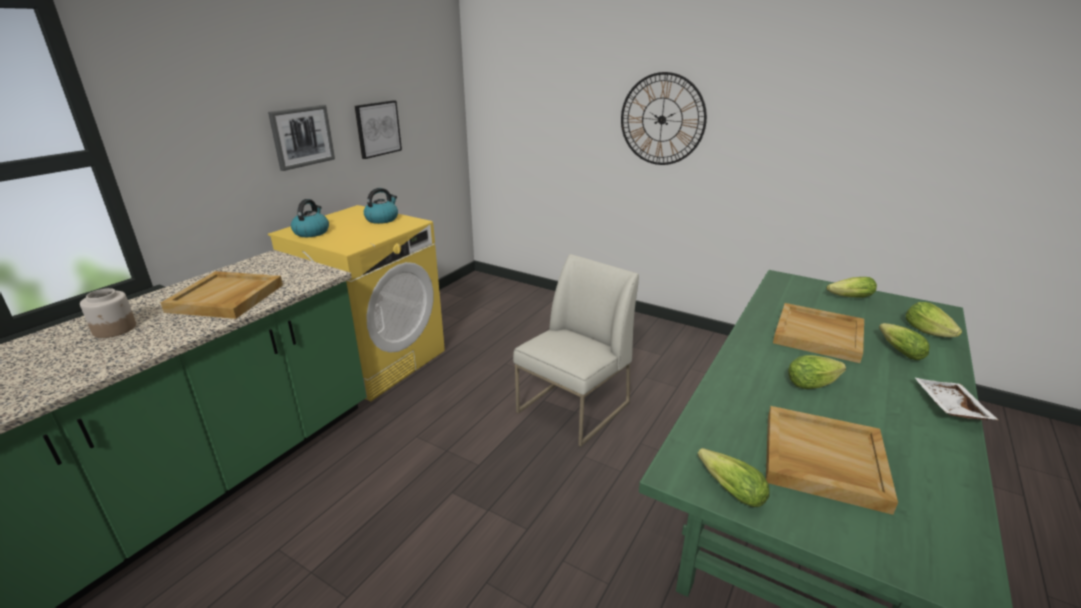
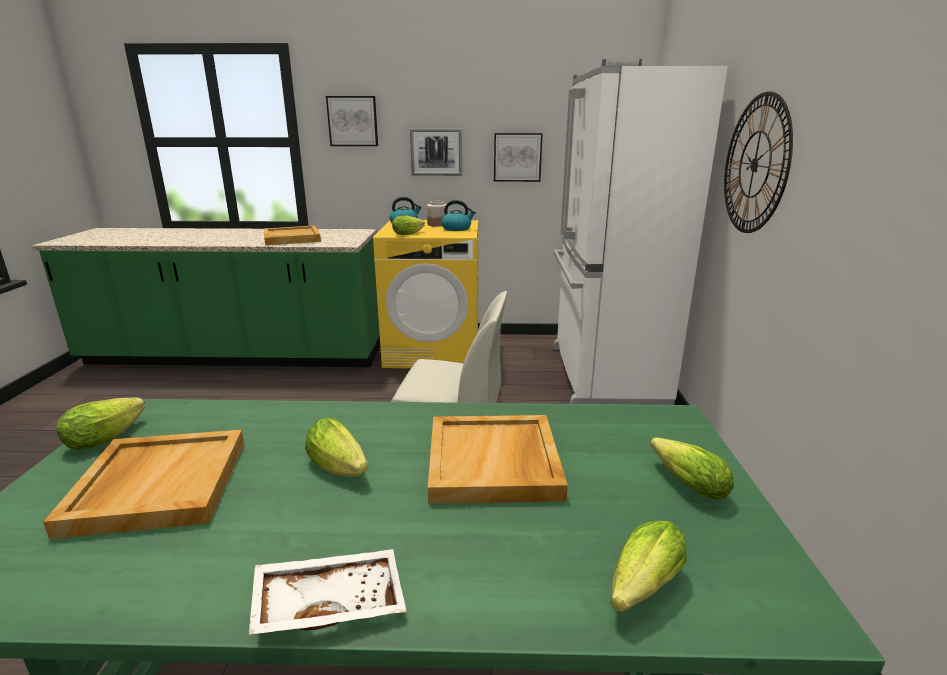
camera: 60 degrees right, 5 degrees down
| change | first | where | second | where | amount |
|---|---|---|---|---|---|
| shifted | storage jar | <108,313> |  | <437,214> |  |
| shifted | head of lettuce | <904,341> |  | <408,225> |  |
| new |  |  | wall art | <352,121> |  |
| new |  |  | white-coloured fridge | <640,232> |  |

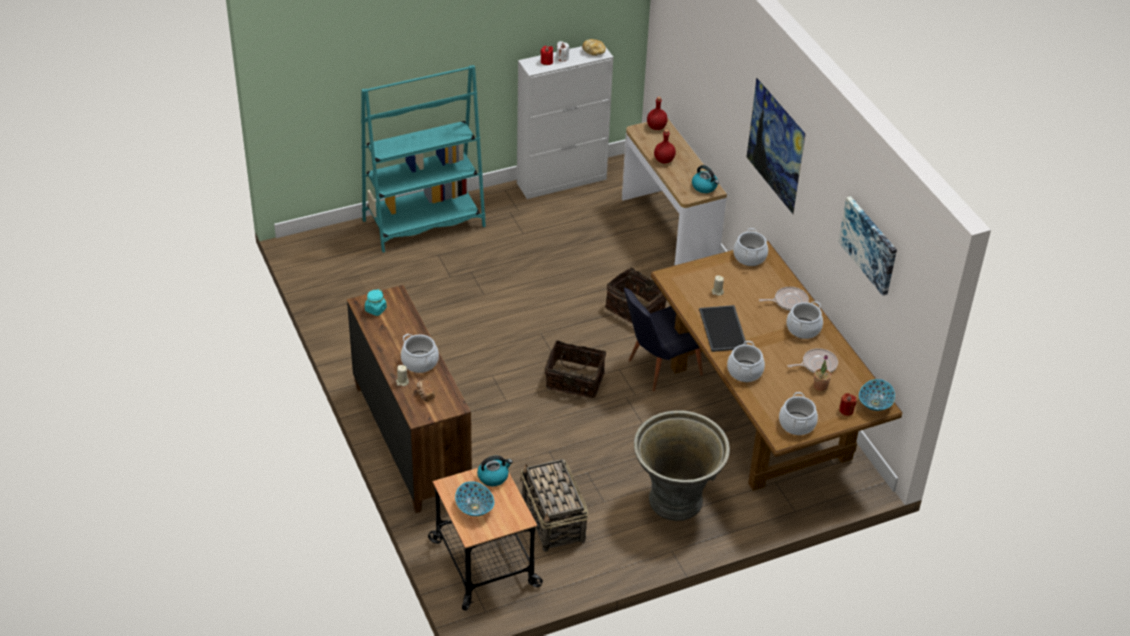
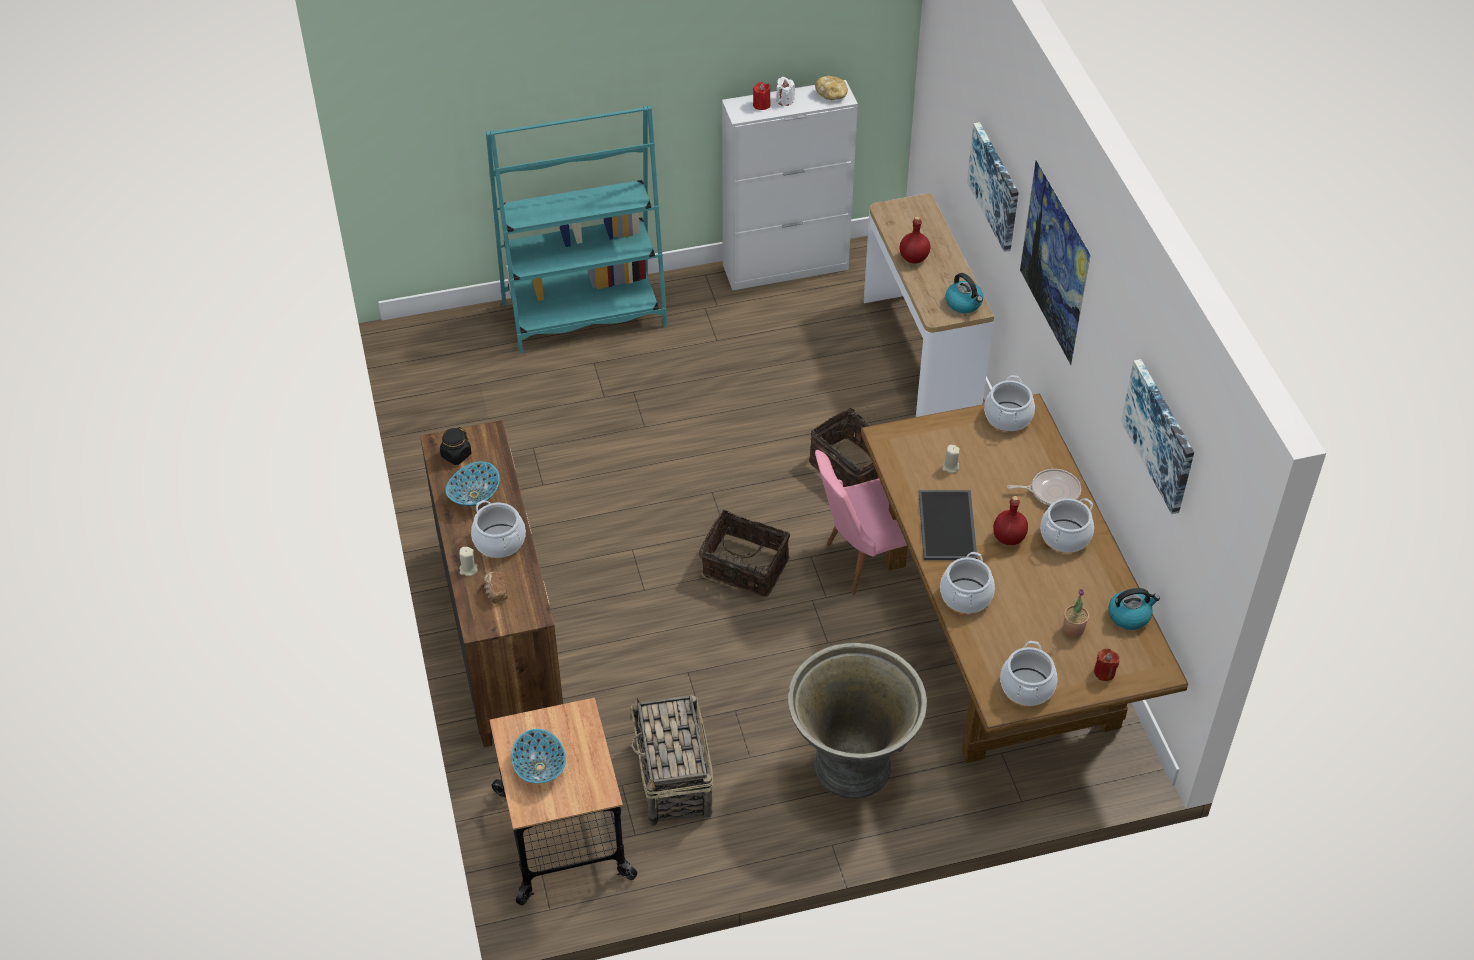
camera: 10 degrees right, 5 degrees up
| change | first | where | second | where | amount |
|---|---|---|---|---|---|
| repainted | turquoise-coloured storage jar | <376,302> | blackish storage jar | <455,446> |  |
| shifted | water kettle | <495,471> |  | <1134,609> |  |
| repainted | blackish chair | <663,339> | pink chair | <861,522> |  |
| shifted | reddish drink bottle | <657,113> |  | <1010,520> |  |
| gone | skillet | <813,360> |  |  |  |
| shifted | bowl | <877,395> |  | <472,483> |  |
| new |  |  | wall art | <993,187> |  |

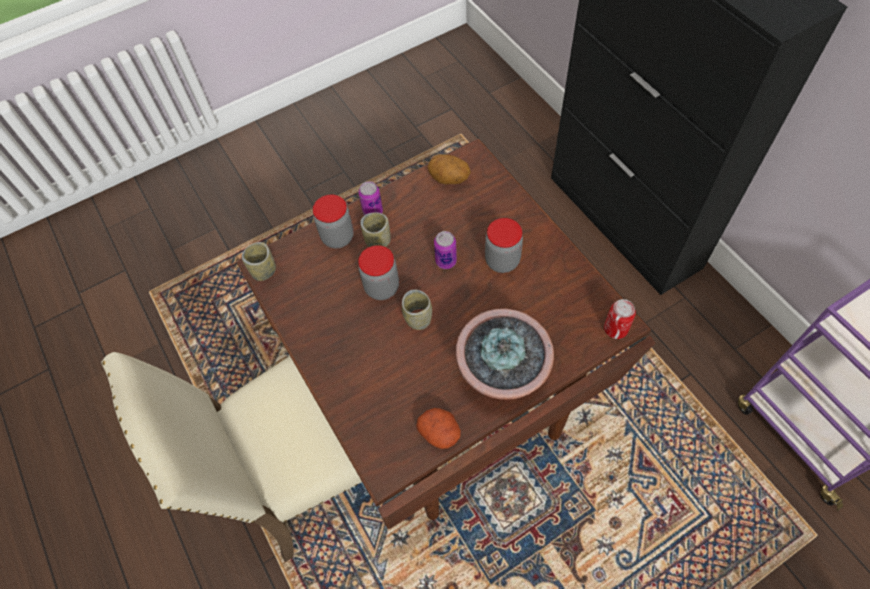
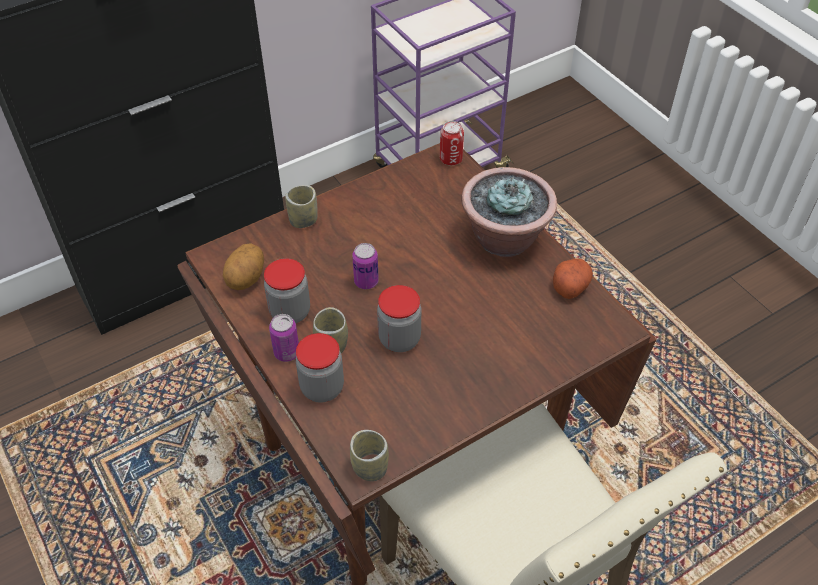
camera: 95 degrees left, 10 degrees down
| change | first | where | second | where | amount |
|---|---|---|---|---|---|
| shifted | cup | <417,310> |  | <301,206> |  |
| shifted | storage jar | <504,245> |  | <287,290> |  |

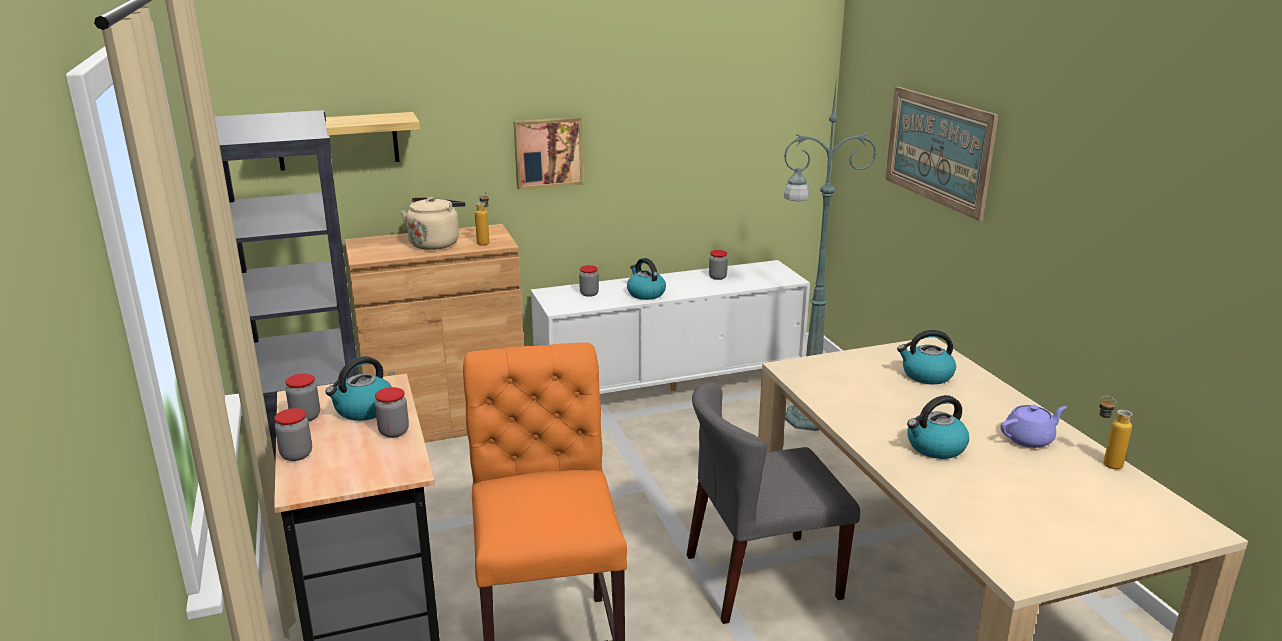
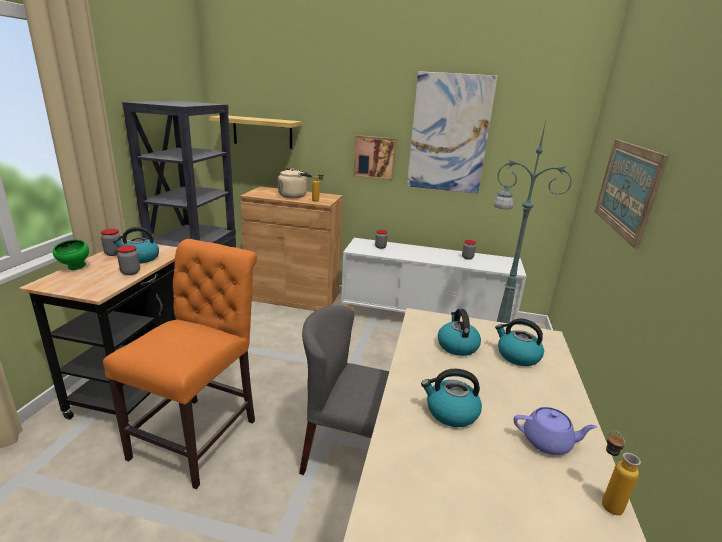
camera: 30 degrees right, 0 degrees up
| change | first | where | second | where | amount |
|---|---|---|---|---|---|
| swapped | storage jar | <293,434> | green-coloured bowl | <71,255> |  |
| shifted | water kettle | <646,279> |  | <459,332> |  |
| new |  |  | wall art | <452,132> |  |

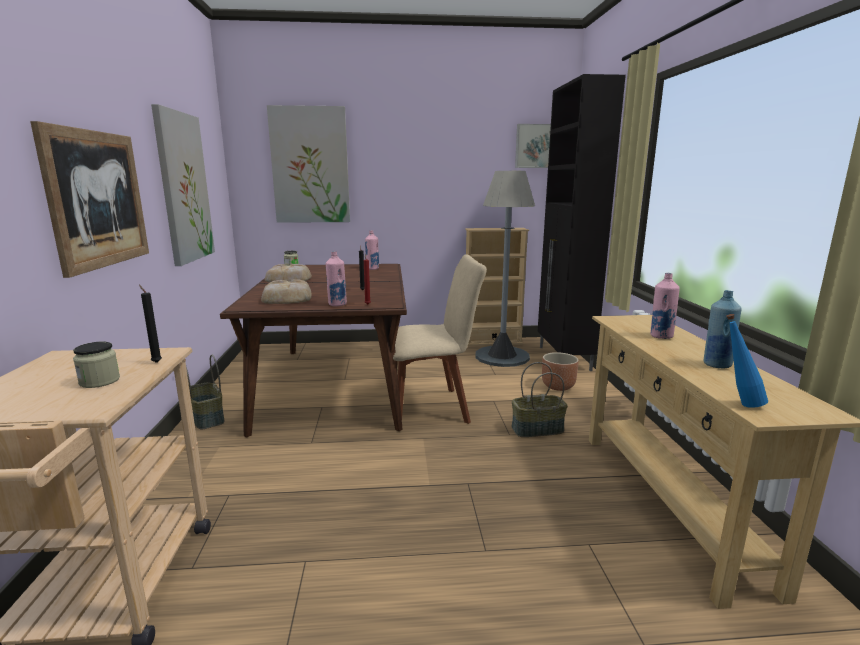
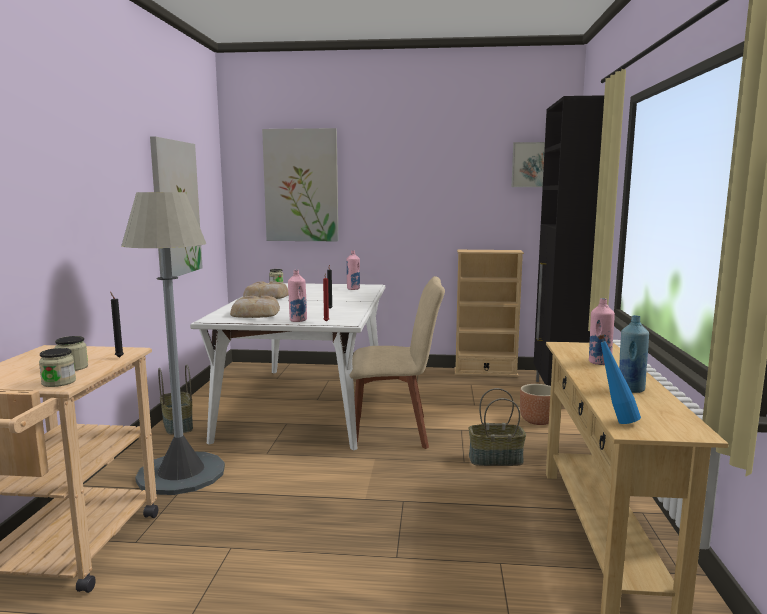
camera: 10 degrees right, 5 degrees down
| change | first | where | second | where | amount |
|---|---|---|---|---|---|
| gone | wall art | <89,199> |  |  |  |
| repainted | brownish dining table | <313,350> | white-coloured dining table | <287,366> |  |
| shifted | gray standing lamp | <505,269> |  | <173,343> |  |
| new |  |  | storage jar | <57,367> |  |

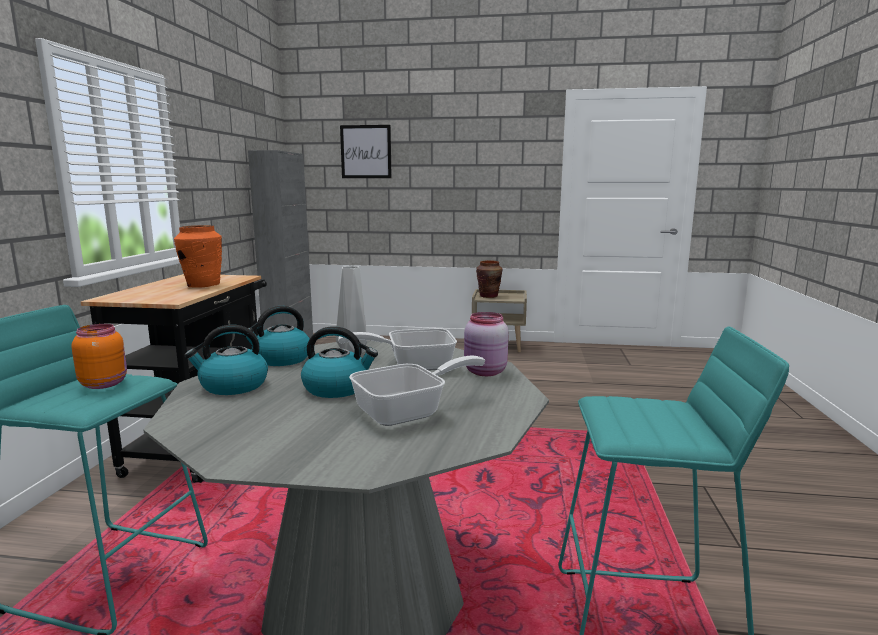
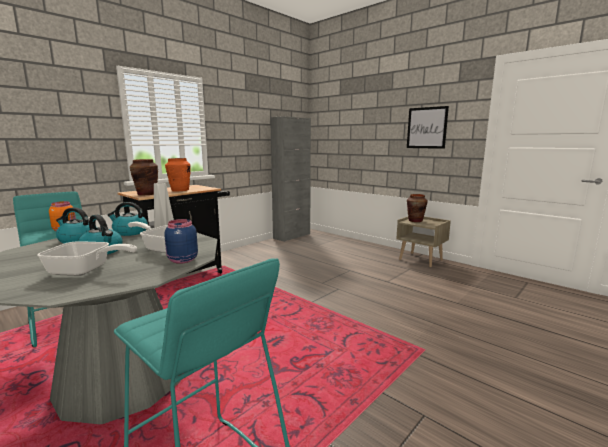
camera: 35 degrees right, 0 degrees up
| change | first | where | second | where | amount |
|---|---|---|---|---|---|
| shifted | wall art | <366,151> |  | <428,127> |  |
| repainted | pink storage jar | <486,344> | blue storage jar | <181,241> |  |
| new |  |  | brownish flower vase | <144,177> |  |

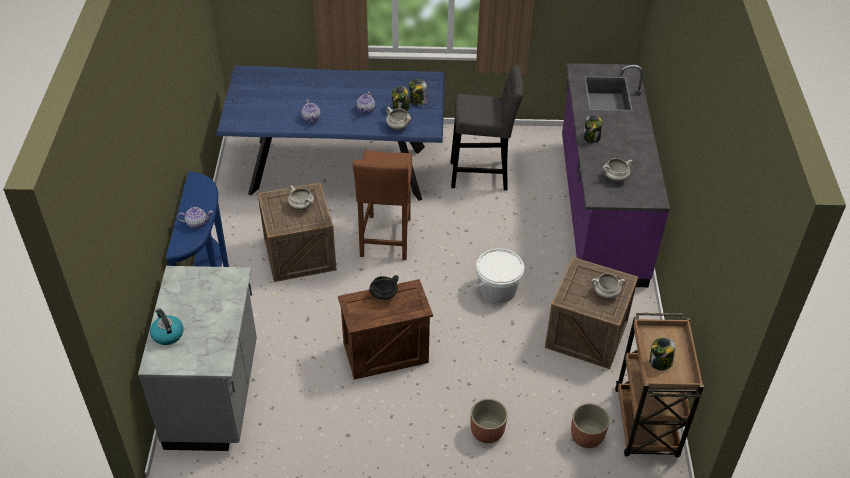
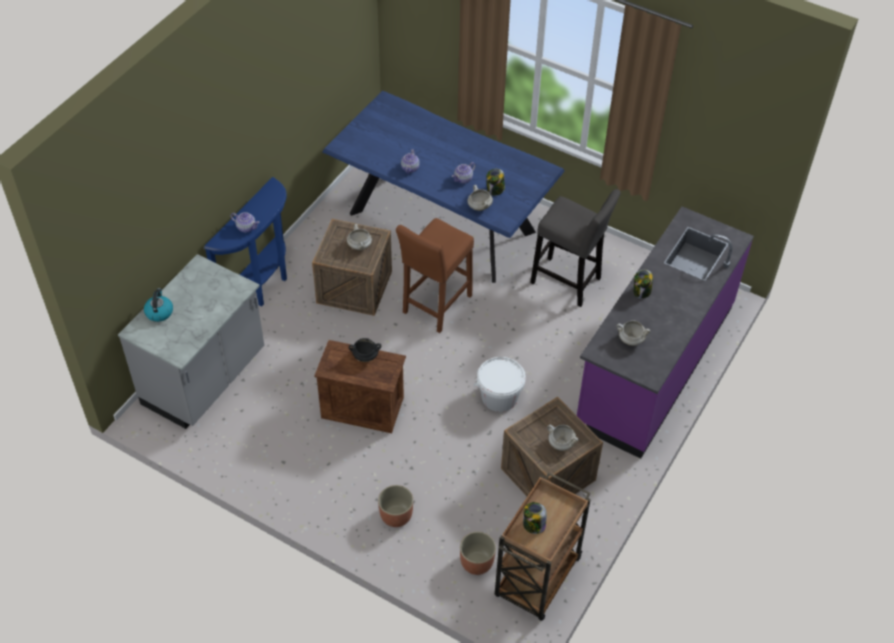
camera: 30 degrees right, 5 degrees up
| change | first | where | second | where | amount |
|---|---|---|---|---|---|
| gone | storage jar | <418,92> |  |  |  |

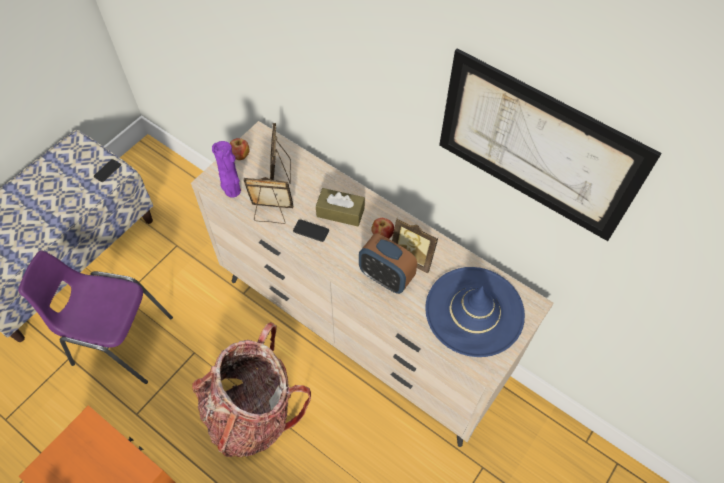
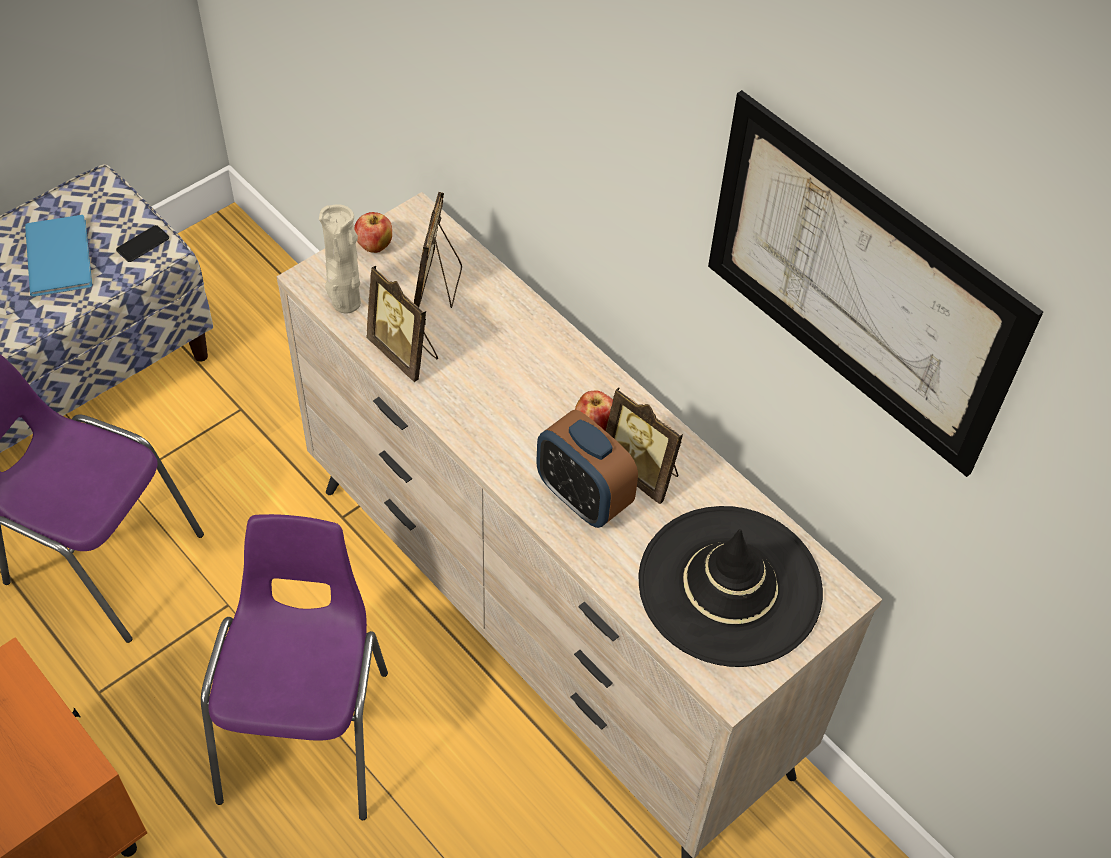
camera: 10 degrees right, 5 degrees down
| change | first | where | second | where | amount |
|---|---|---|---|---|---|
| swapped | rucksack | <251,389> | purple-coloured chair | <294,667> |  |
| repainted | purple-coloured flower vase | <226,169> | beige flower vase | <340,259> |  |
| rotated | standing frame | <269,200> |  | <402,324> | 150 degrees counterclockwise |
| gone | handset | <311,230> |  |  |  |
| gone | brownish box of tissues | <340,207> |  |  |  |
| repainted | blue clothing hat | <475,312> | blackish clothing hat | <731,586> |  |
| new |  |  | blue volume | <58,256> |  |

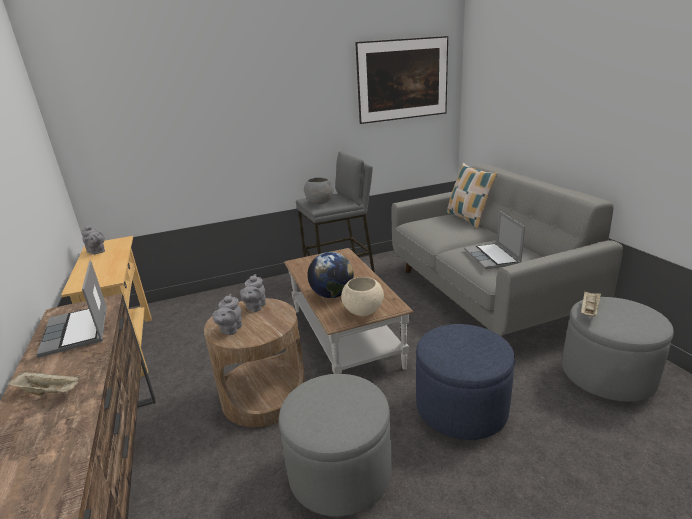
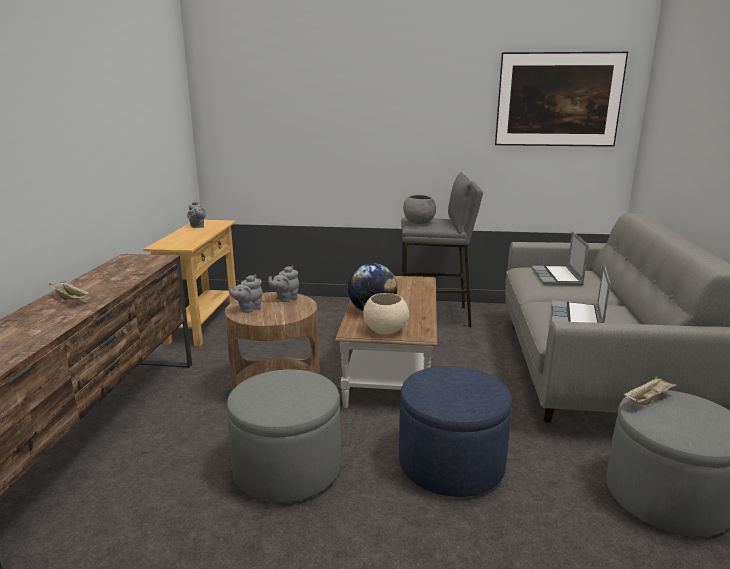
camera: 25 degrees right, 5 degrees down
| change | first | where | second | where | amount |
|---|---|---|---|---|---|
| shifted | laptop | <71,309> |  | <560,258> |  |
| gone | throw pillow | <472,195> |  |  |  |

